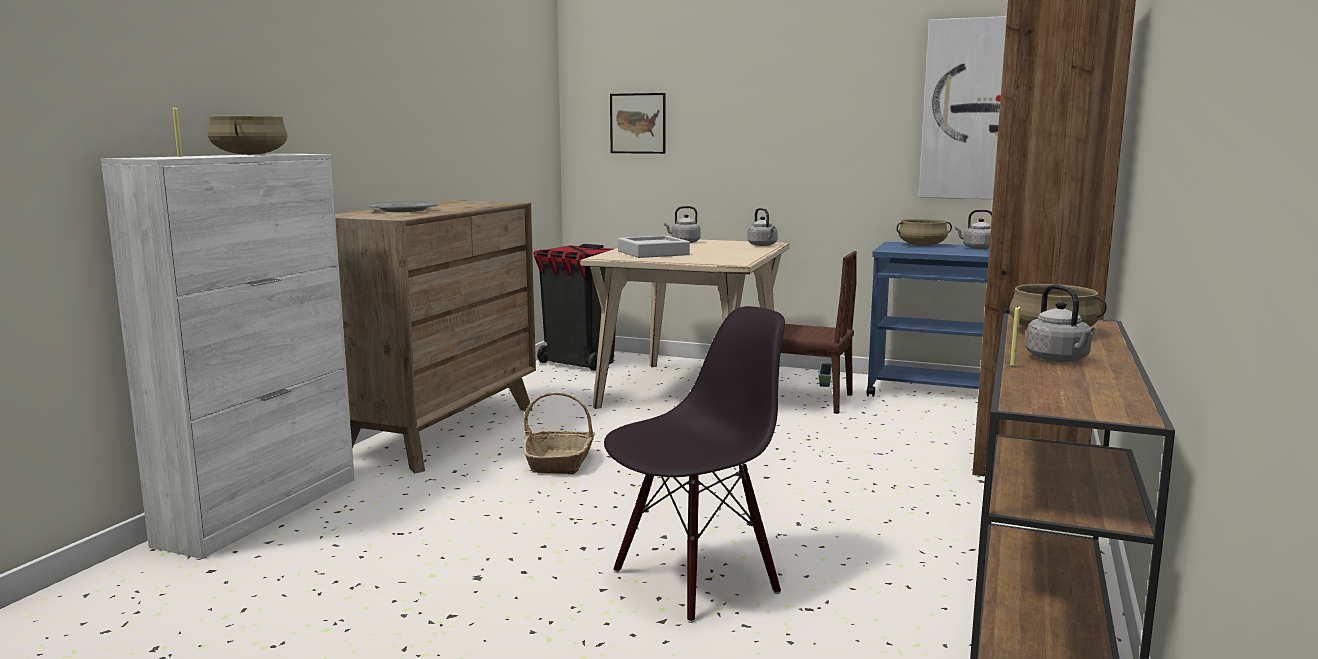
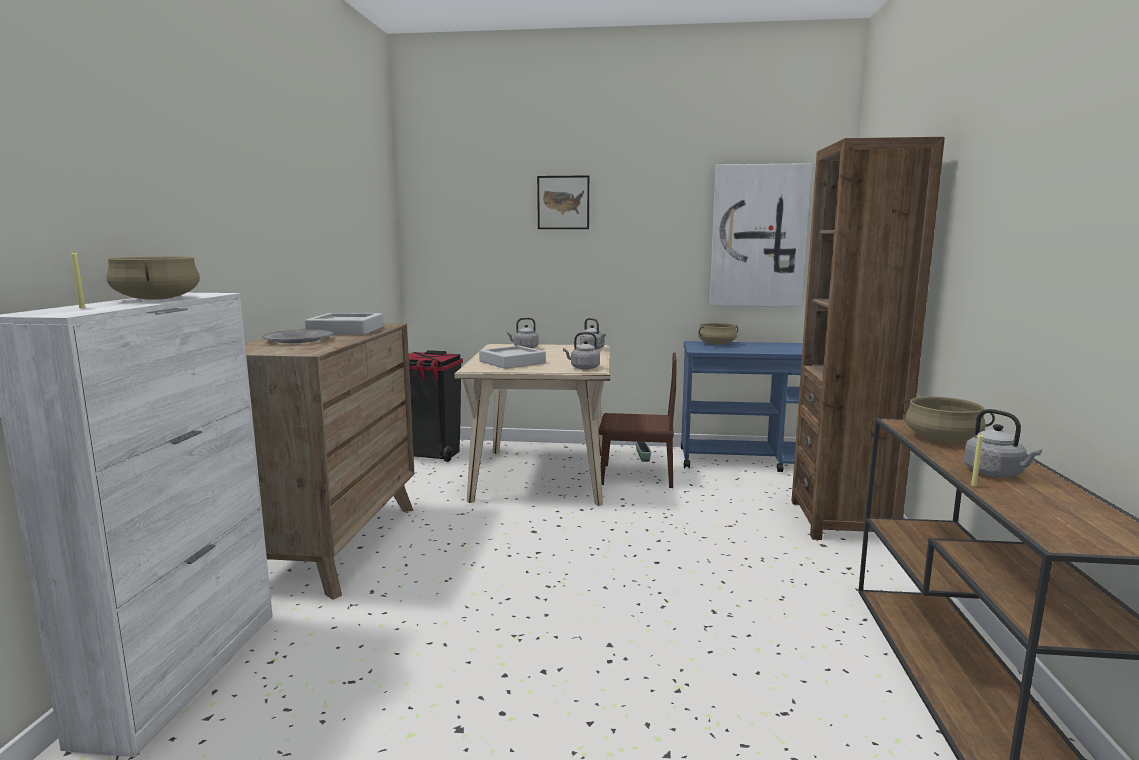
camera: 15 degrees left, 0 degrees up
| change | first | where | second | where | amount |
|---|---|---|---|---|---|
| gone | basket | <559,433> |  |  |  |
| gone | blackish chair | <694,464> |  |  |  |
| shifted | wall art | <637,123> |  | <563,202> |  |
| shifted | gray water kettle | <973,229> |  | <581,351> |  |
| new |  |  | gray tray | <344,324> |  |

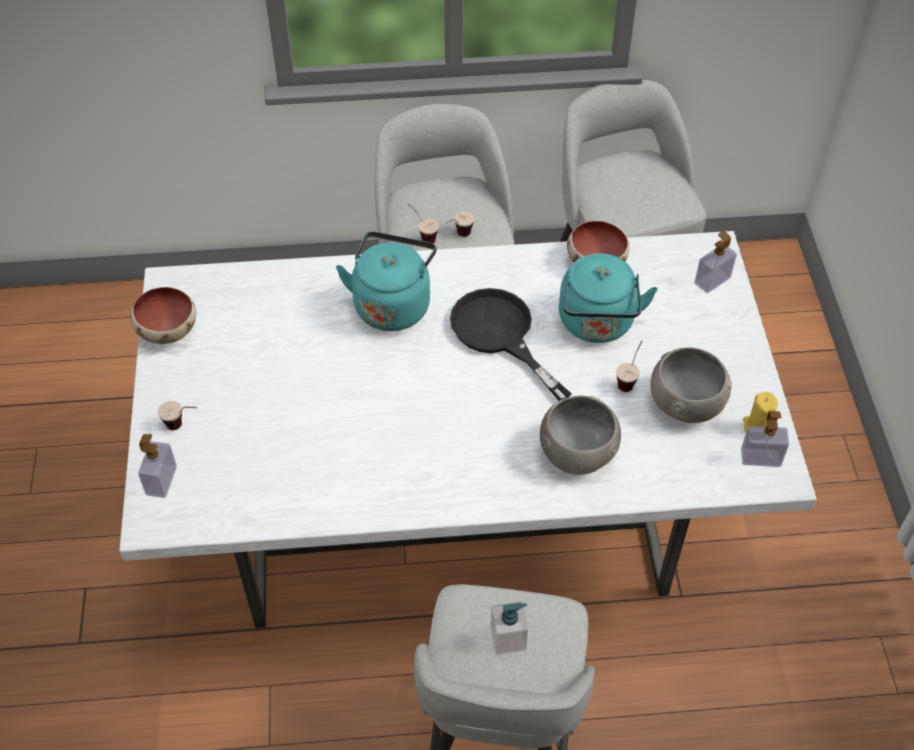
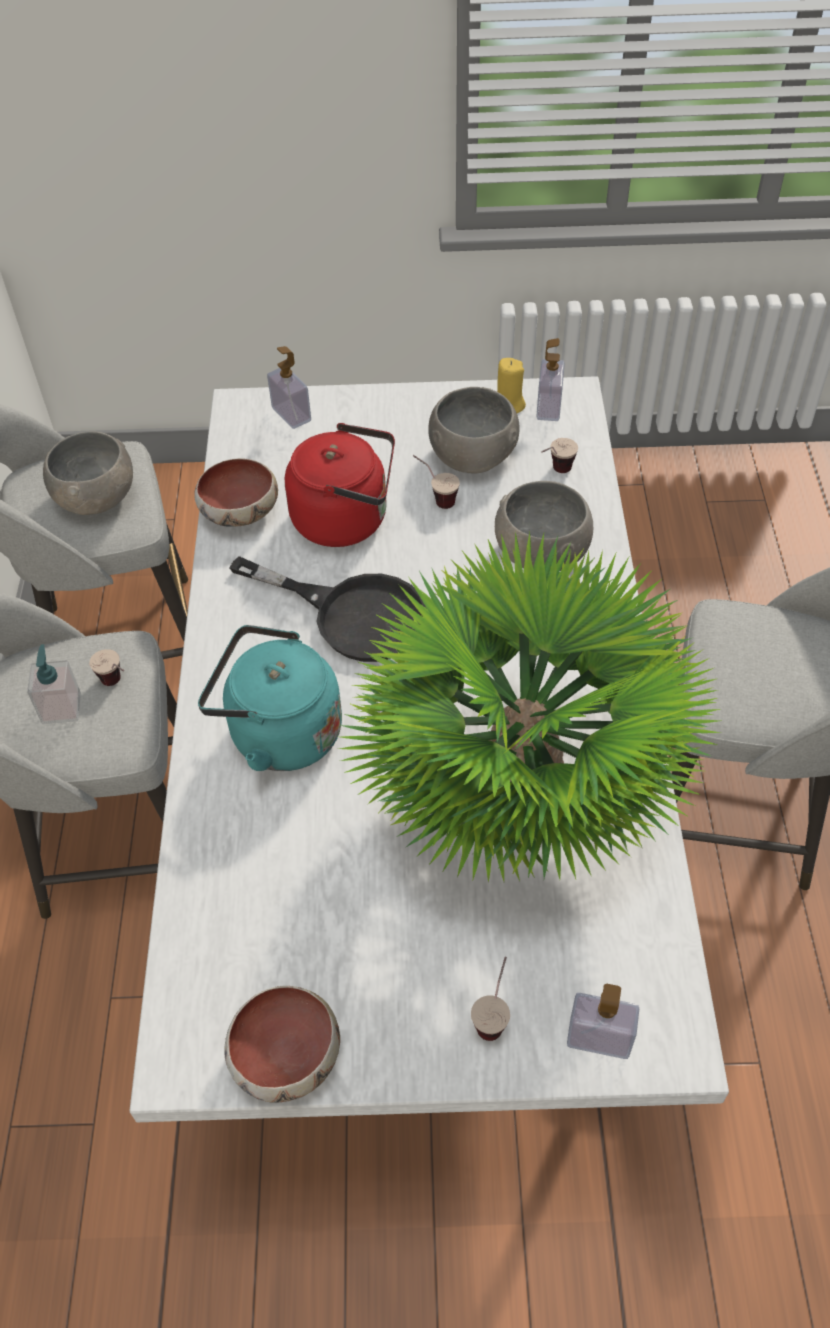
camera: 85 degrees left, 0 degrees up
| change | first | where | second | where | amount |
|---|---|---|---|---|---|
| shifted | cup | <423,223> |  | <559,455> |  |
| rotated | blackish skillet | <511,344> |  | <327,609> | 120 degrees counterclockwise |
| shifted | soap bottle | <509,627> |  | <54,684> |  |
| repainted | turquoise-coloured water kettle | <608,298> | reddish water kettle | <340,485> |  |
| new |  |  | gray bowl | <88,473> |  |
| new |  |  | potted plant | <530,707> |  |

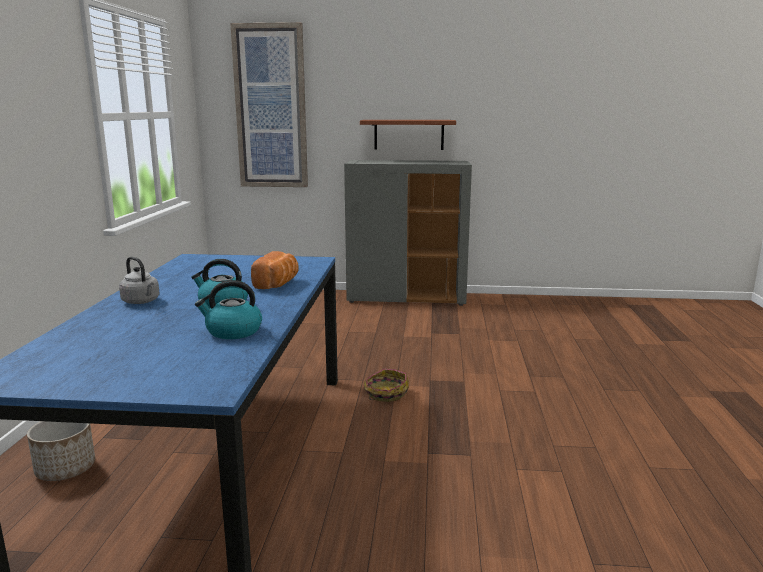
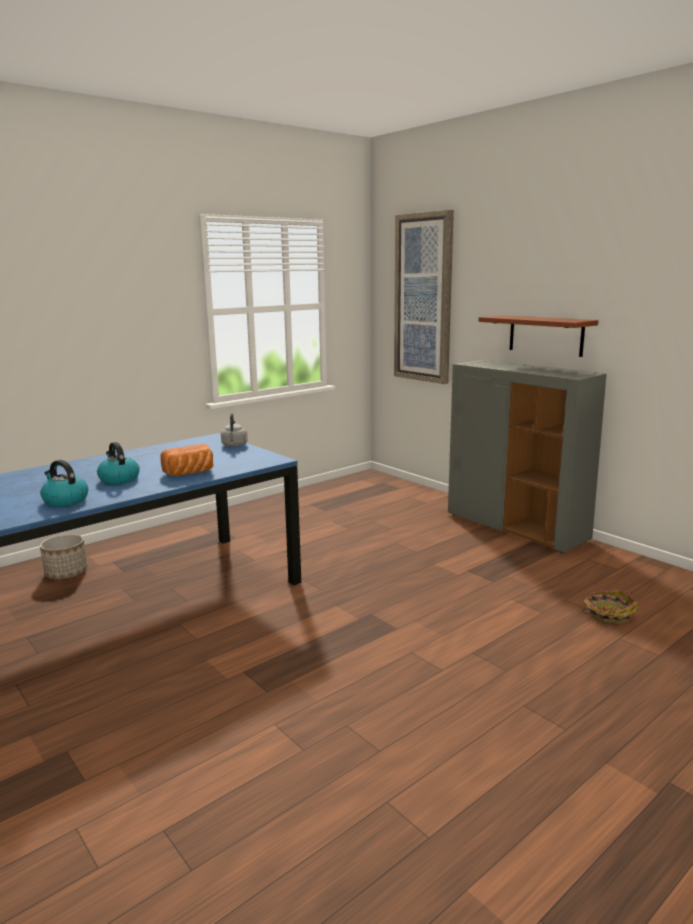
camera: 45 degrees right, 0 degrees up
| change | first | where | second | where | amount |
|---|---|---|---|---|---|
| shifted | gray water kettle | <139,280> |  | <234,430> |  |
| shifted | basket | <386,385> |  | <610,606> |  |

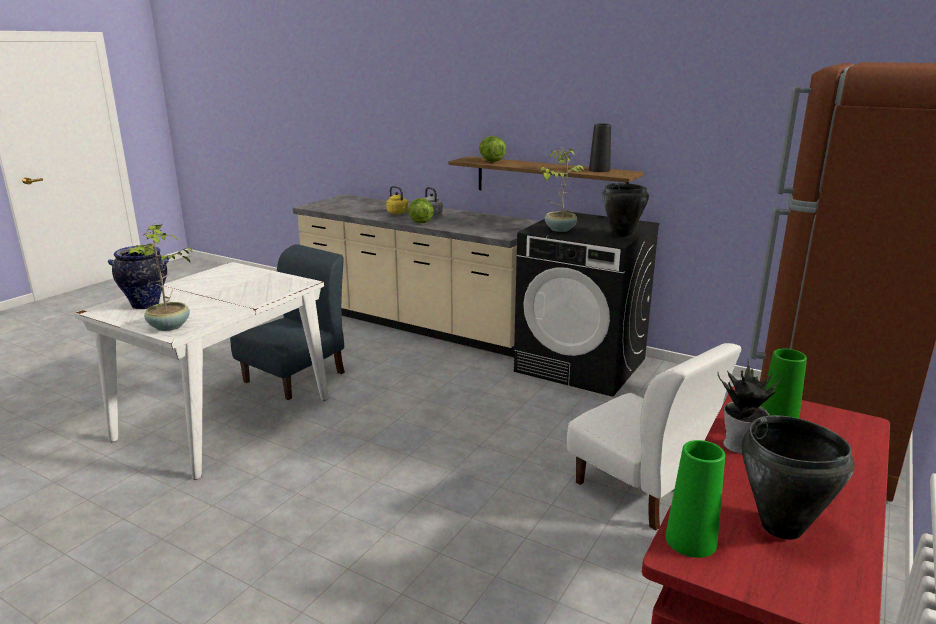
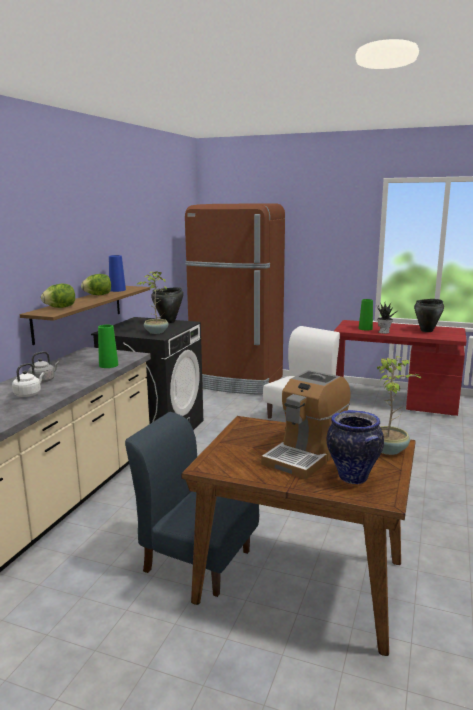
camera: 100 degrees left, 5 degrees down
| change | first | where | second | where | amount |
|---|---|---|---|---|---|
| repainted | white-coloured dining table | <201,371> | brownish dining table | <298,536> |  |
| repainted | yellowish water kettle | <397,200> | white-coloured water kettle | <28,380> |  |
| shifted | head of lettuce | <421,210> |  | <96,284> |  |
| repainted | blackish flower vase | <600,148> | blue flower vase | <117,273> |  |
| shifted | green-coloured flower vase | <695,499> |  | <108,346> |  |
| new |  |  | coffee brewer | <306,424> |  |

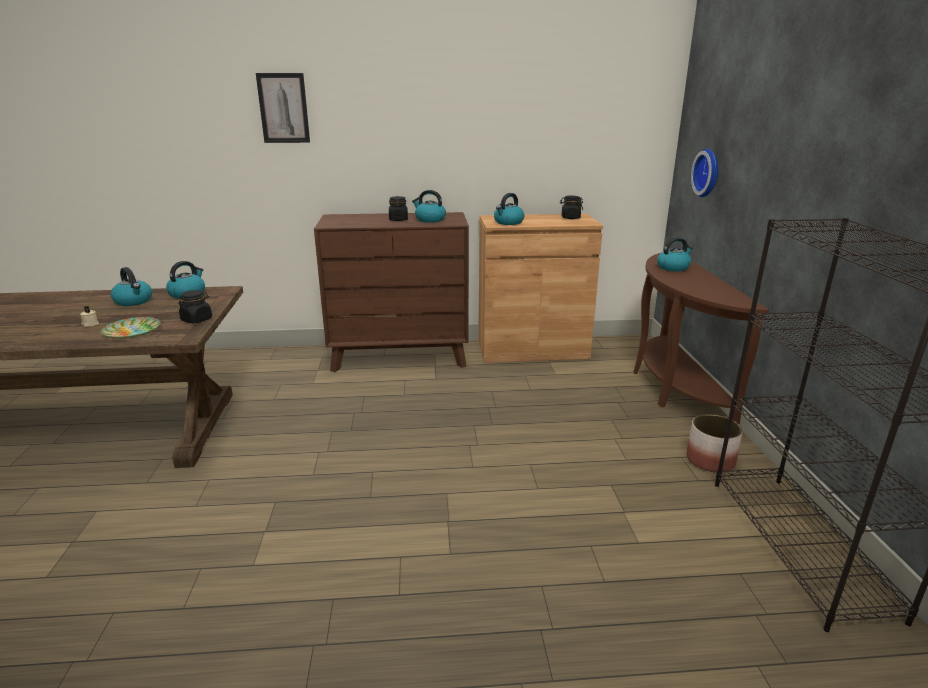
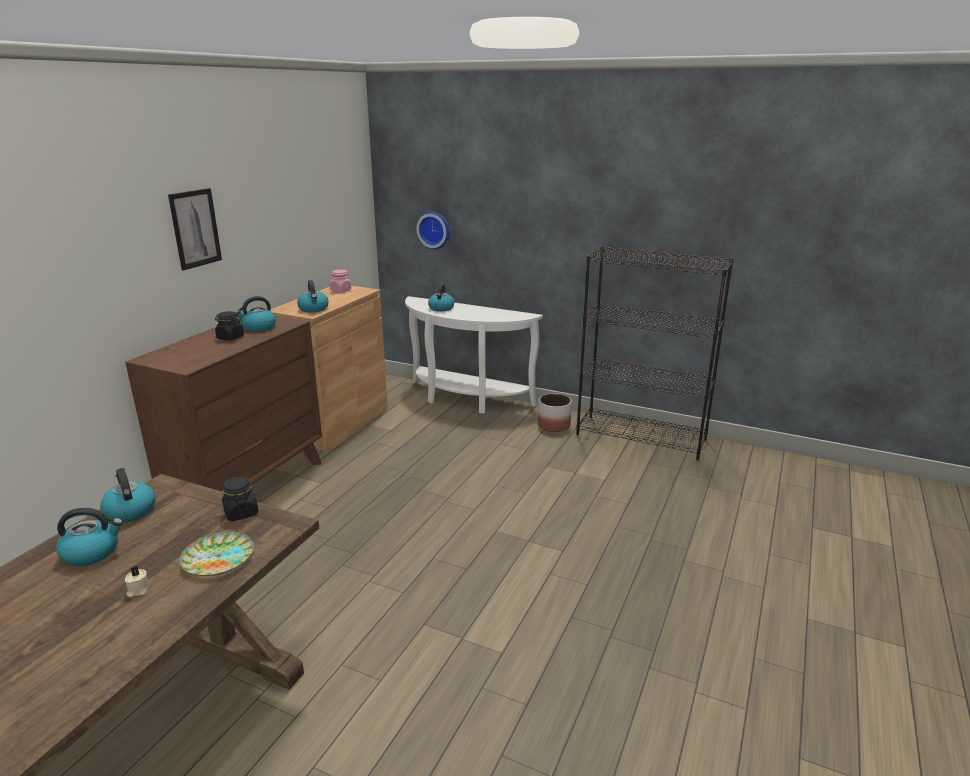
camera: 60 degrees left, 0 degrees up
| change | first | where | second | where | amount |
|---|---|---|---|---|---|
| shifted | wall art | <283,108> |  | <195,229> |  |
| repainted | blackish storage jar | <571,207> | pink storage jar | <340,281> |  |
| repainted | brownish hall table | <701,339> | white-coloured hall table | <474,355> |  |

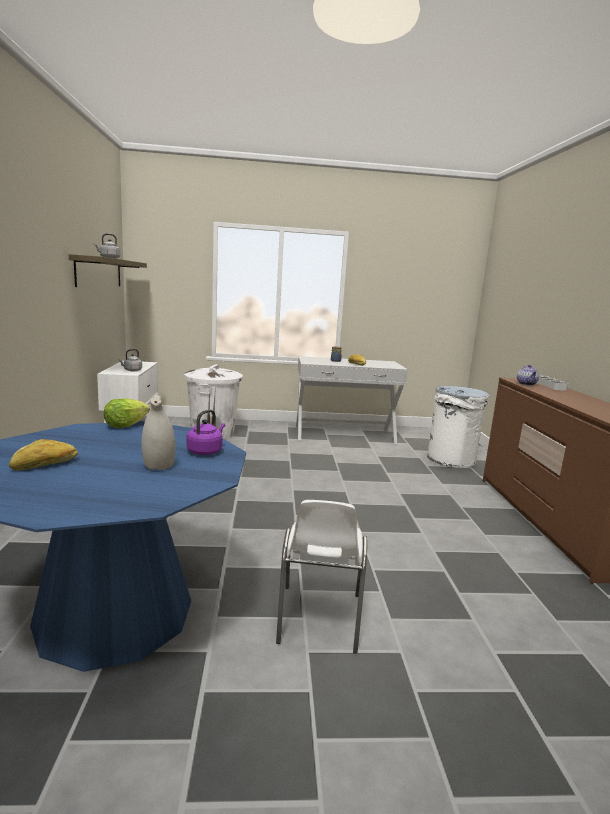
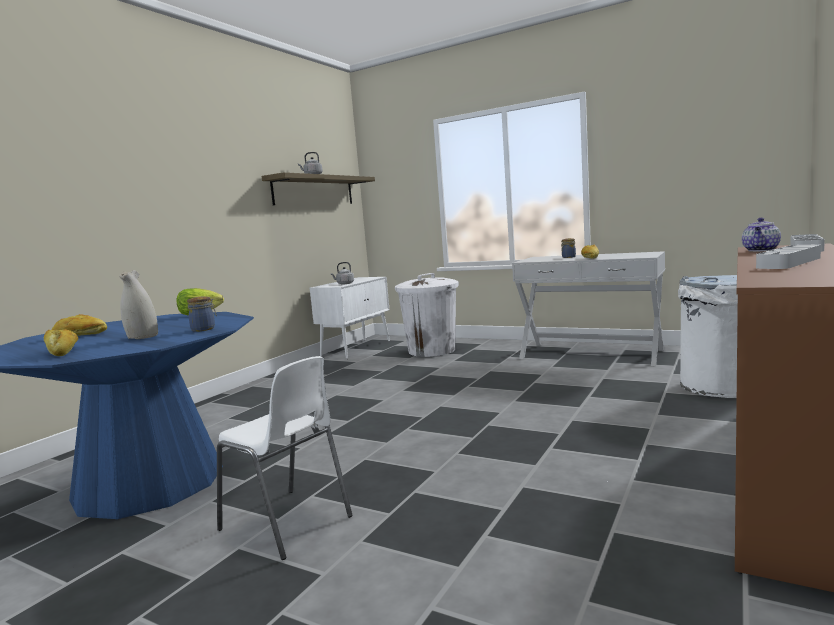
camera: 35 degrees right, 5 degrees down
| change | first | where | second | where | amount |
|---|---|---|---|---|---|
| swapped | purple-coloured water kettle | <205,432> | storage jar | <202,314> |  |
| rotated | white-coloured chair | <321,577> |  | <285,458> | 90 degrees counterclockwise |
| new |  |  | bakery bread | <61,342> |  |
| new |  |  | gray tray | <788,257> |  |

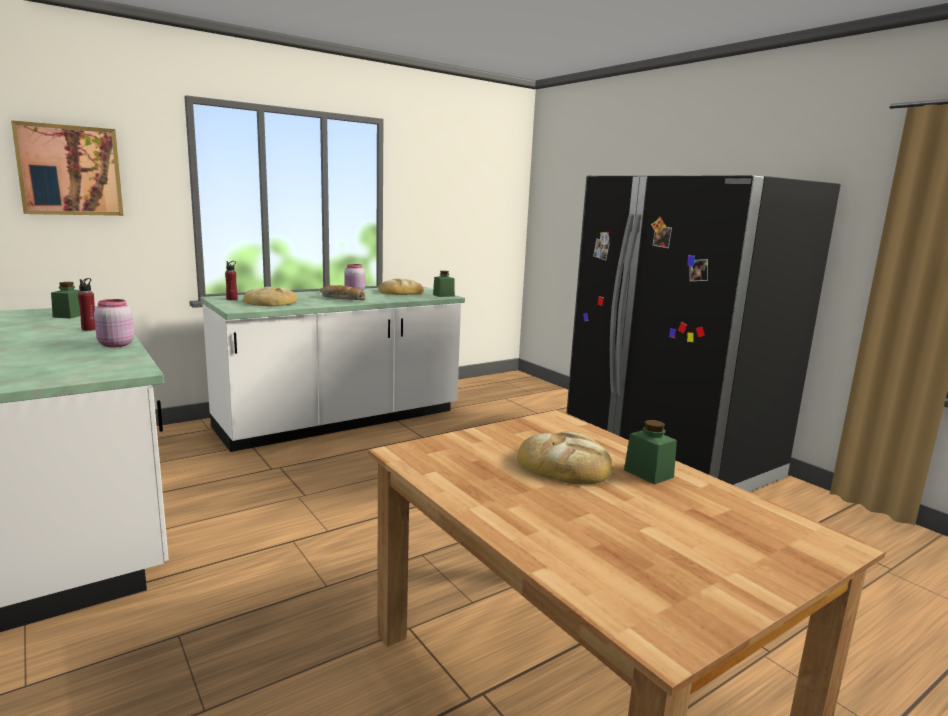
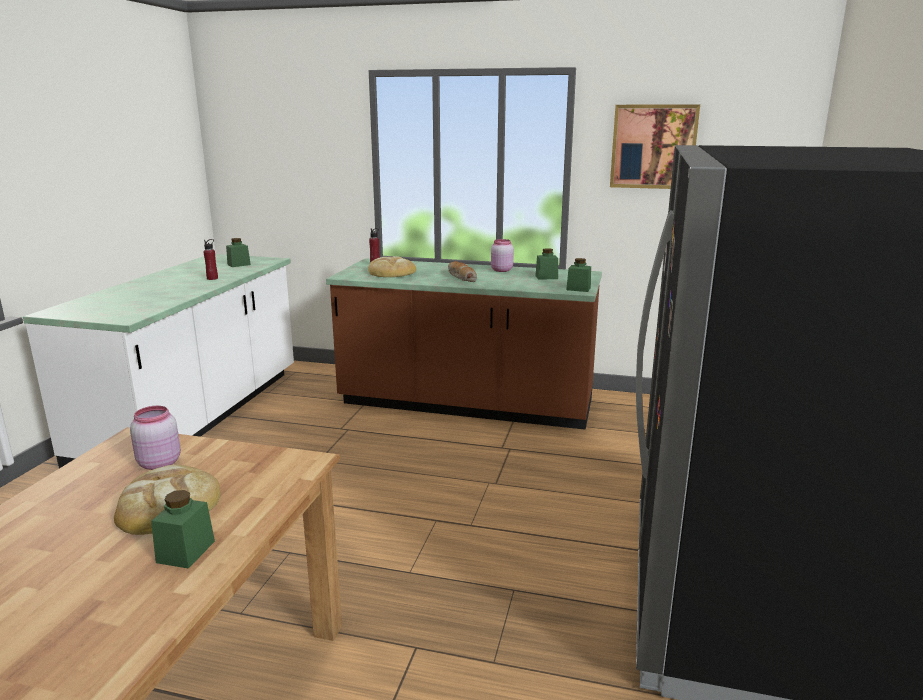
camera: 50 degrees right, 5 degrees up
| change | first | where | second | where | amount |
|---|---|---|---|---|---|
| shifted | wall art | <67,168> |  | <655,147> |  |
| shifted | pink storage jar | <114,323> |  | <155,438> |  |
| repainted | white-coloured kitchen base unit | <332,369> | brownish kitchen base unit | <464,344> |  |
| swapped | bakery bread | <401,286> | green-coloured storage jar | <546,264> |  |

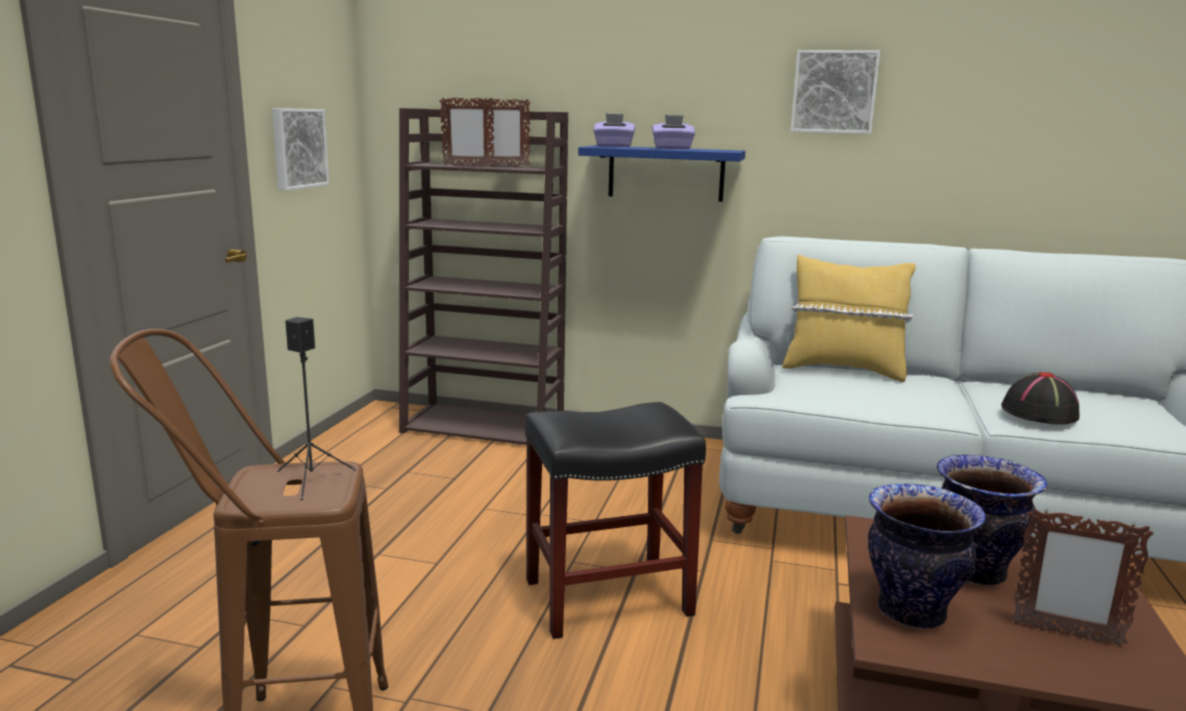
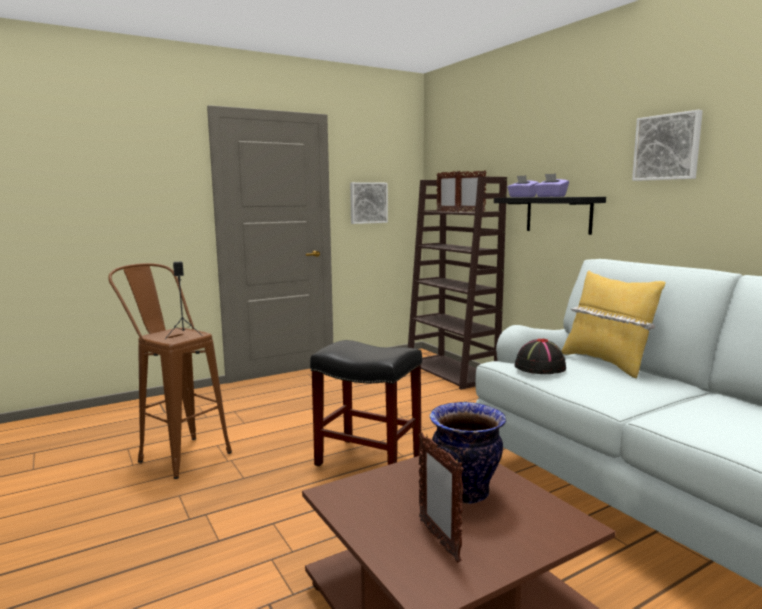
camera: 45 degrees right, 5 degrees down
| change | first | where | second | where | amount |
|---|---|---|---|---|---|
| repainted | blue shelf | <661,173> | blackish shelf | <550,216> |  |
| gone | flower vase | <927,556> |  |  |  |
| shifted | blackish clothing hat | <1040,398> |  | <540,356> |  |

